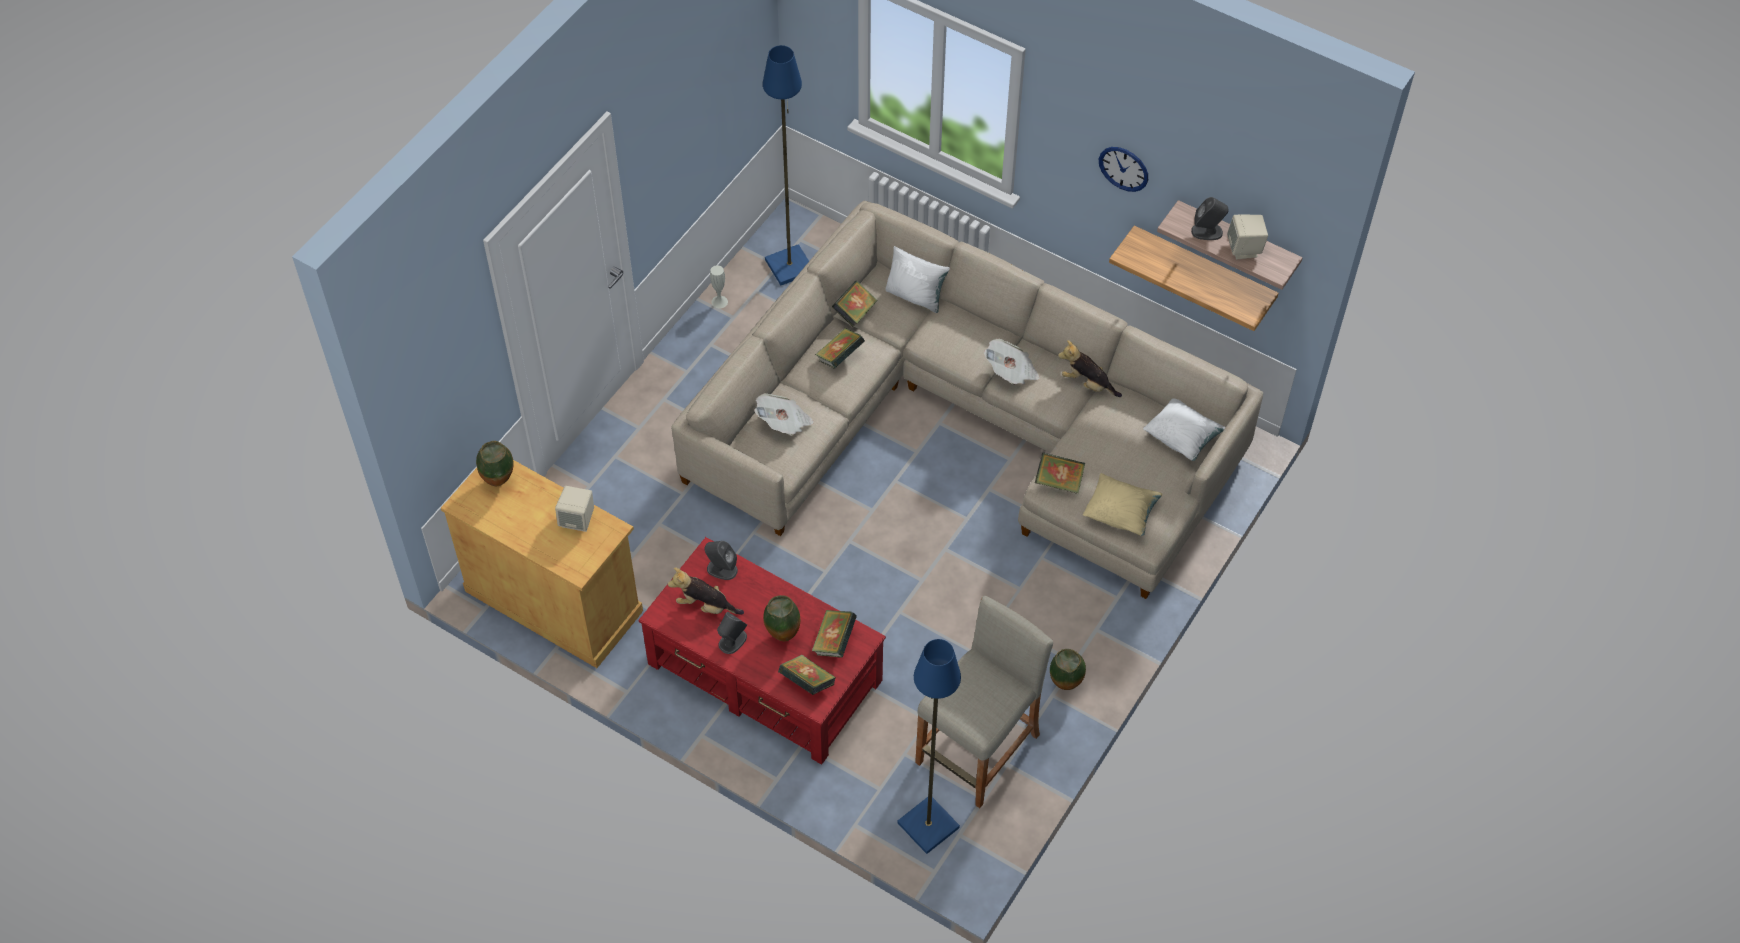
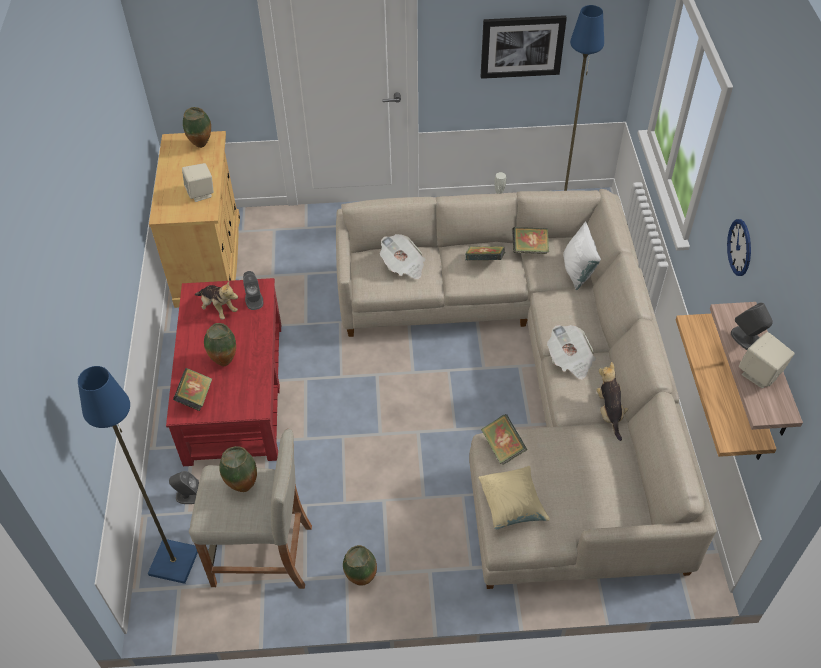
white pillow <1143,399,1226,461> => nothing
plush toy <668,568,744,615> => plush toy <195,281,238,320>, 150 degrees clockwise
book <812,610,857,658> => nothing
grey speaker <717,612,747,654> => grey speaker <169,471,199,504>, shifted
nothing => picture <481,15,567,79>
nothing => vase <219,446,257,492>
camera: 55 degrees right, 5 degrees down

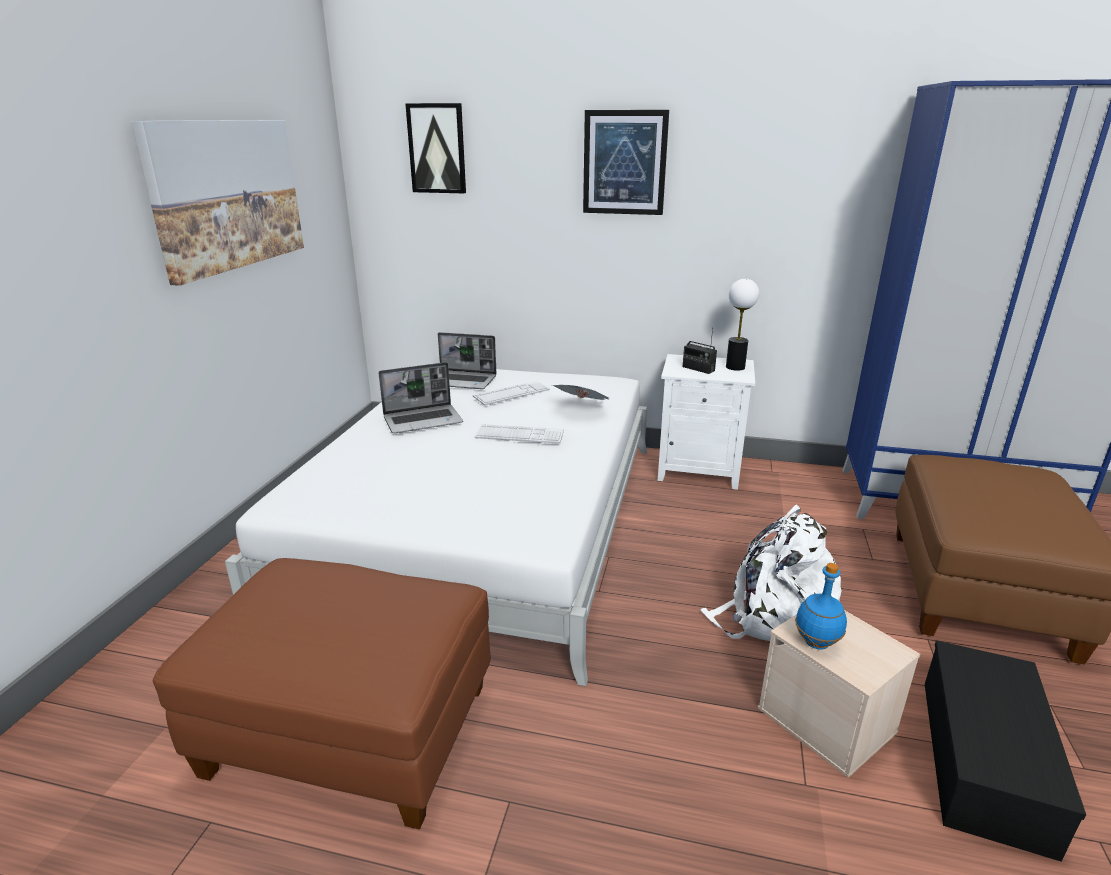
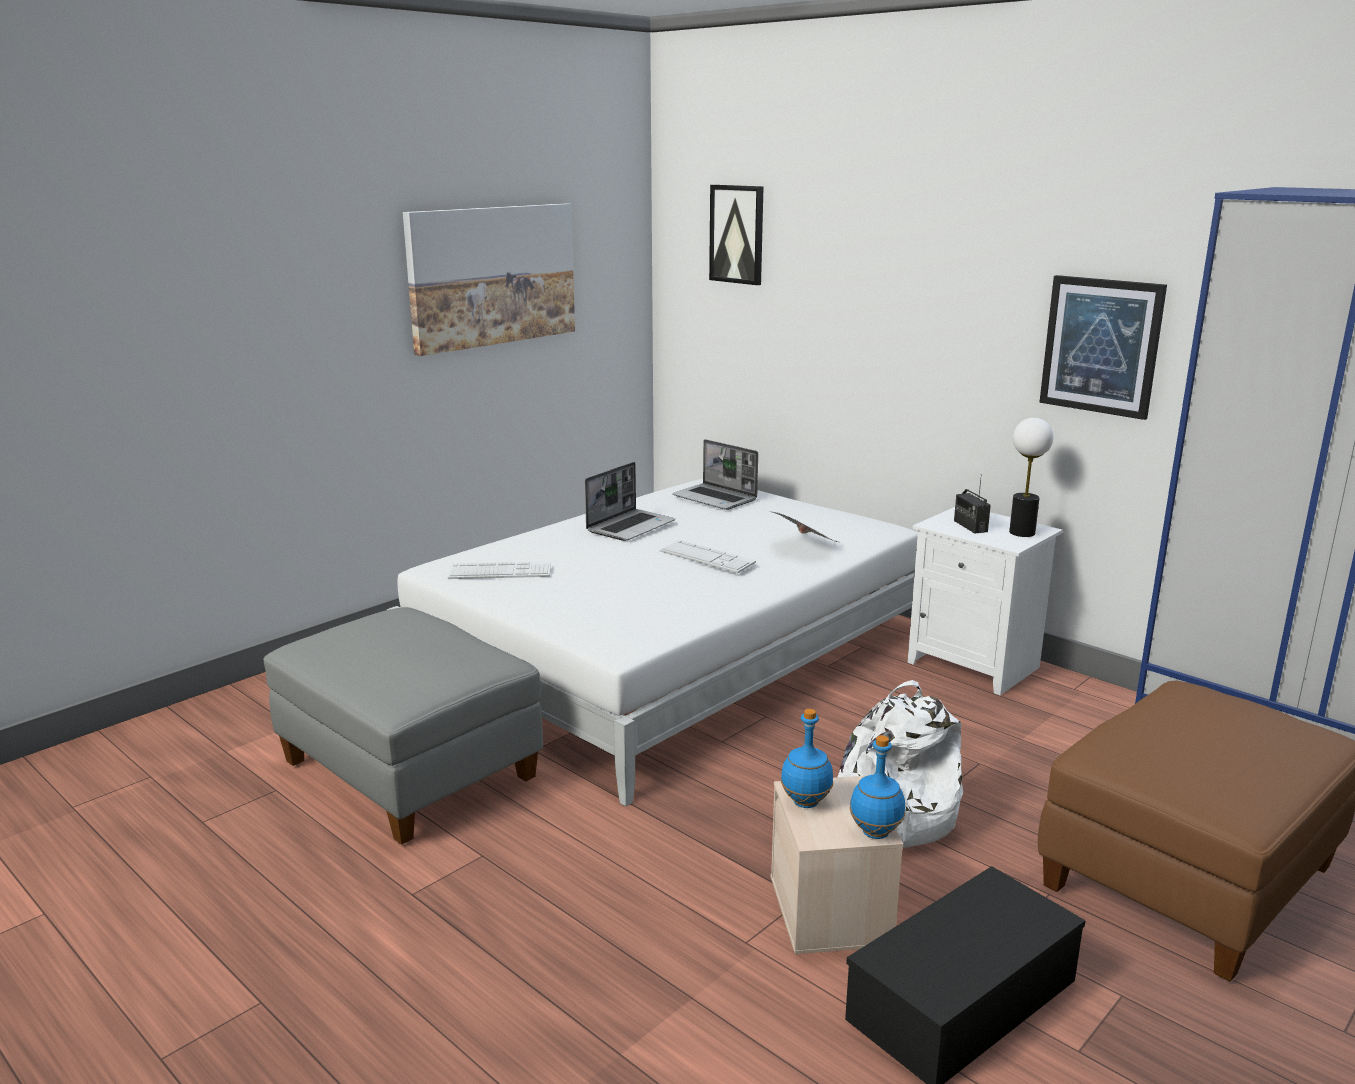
picture <583,110,669,215> => picture <1039,275,1167,420>, shifted
laptop <379,362,463,433> => laptop <585,462,675,541>, 60 degrees counterclockwise
keyboard <473,381,550,406> => keyboard <448,562,551,579>, shifted
brown ottoman <153,558,491,830> => grey ottoman <264,607,543,845>
nothing => blue bottle <850,735,905,839>
camera: 30 degrees right, 5 degrees down

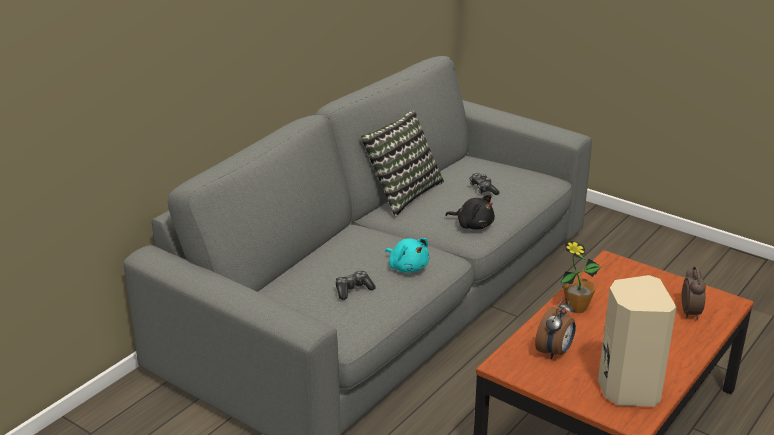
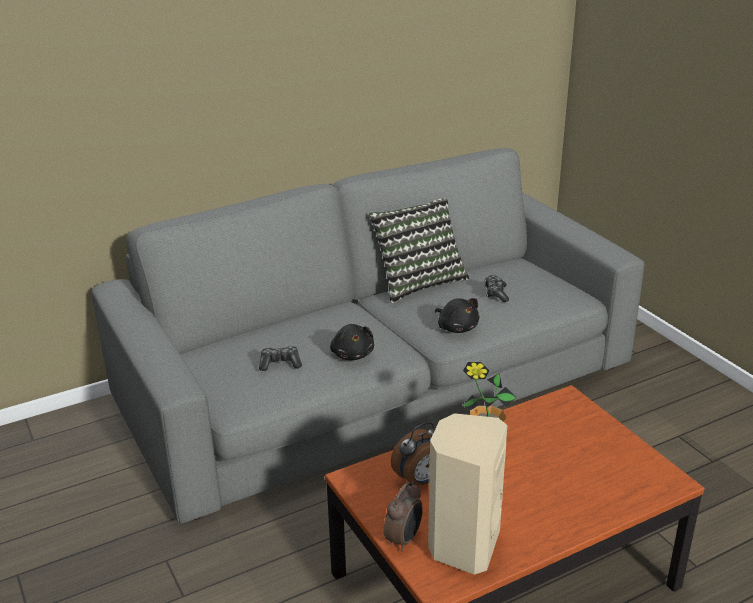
turquoise plush toy <385,238,429,273> => black plush toy <330,324,374,360>
alarm clock <682,266,706,320> => alarm clock <384,481,423,552>, shifted
camera: 25 degrees right, 0 degrees up

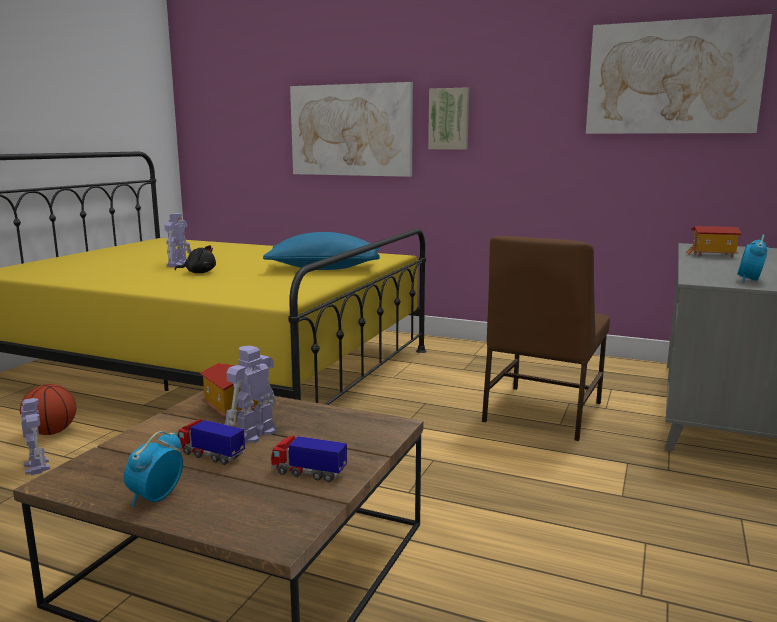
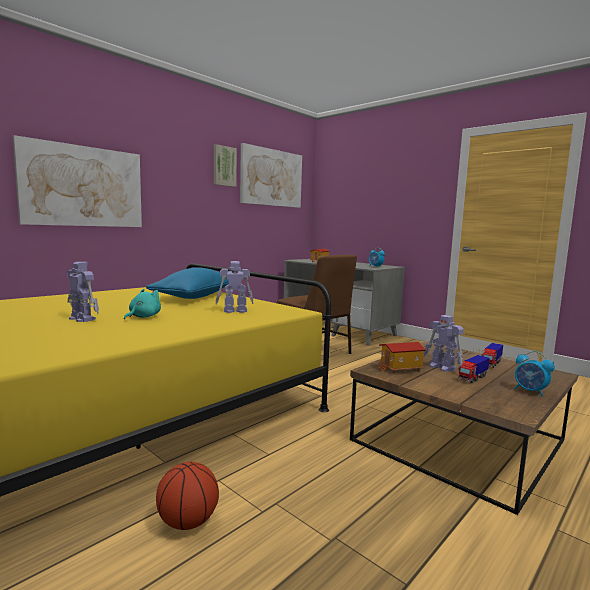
picture <428,87,469,150> => picture <214,144,237,187>, shifted
black plush toy <175,245,216,273> => turquoise plush toy <124,289,161,319>
toy robot <21,398,50,475> => toy robot <215,261,253,313>, shifted
camera: 70 degrees left, 5 degrees down

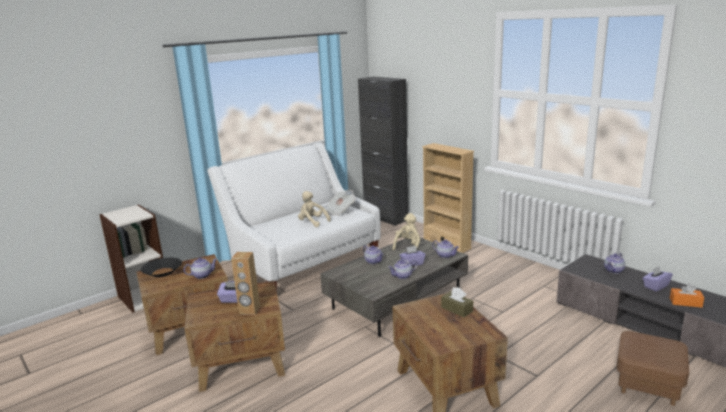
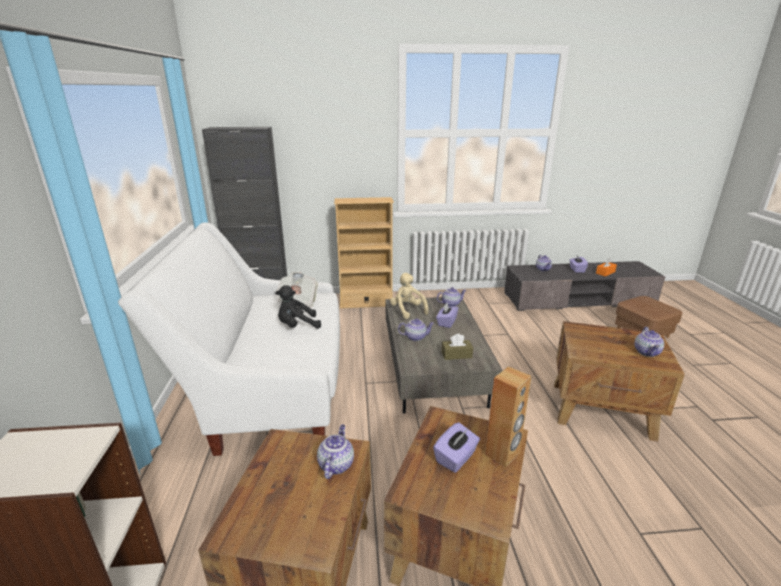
beige plush toy <298,191,331,227> => black plush toy <275,285,321,329>
black bowl <141,257,182,277> => nothing
teapot <388,259,417,279> => teapot <634,327,664,357>, shifted
brown tissue box <441,287,473,318> => brown tissue box <442,333,473,360>, shifted
camera: 55 degrees left, 5 degrees up

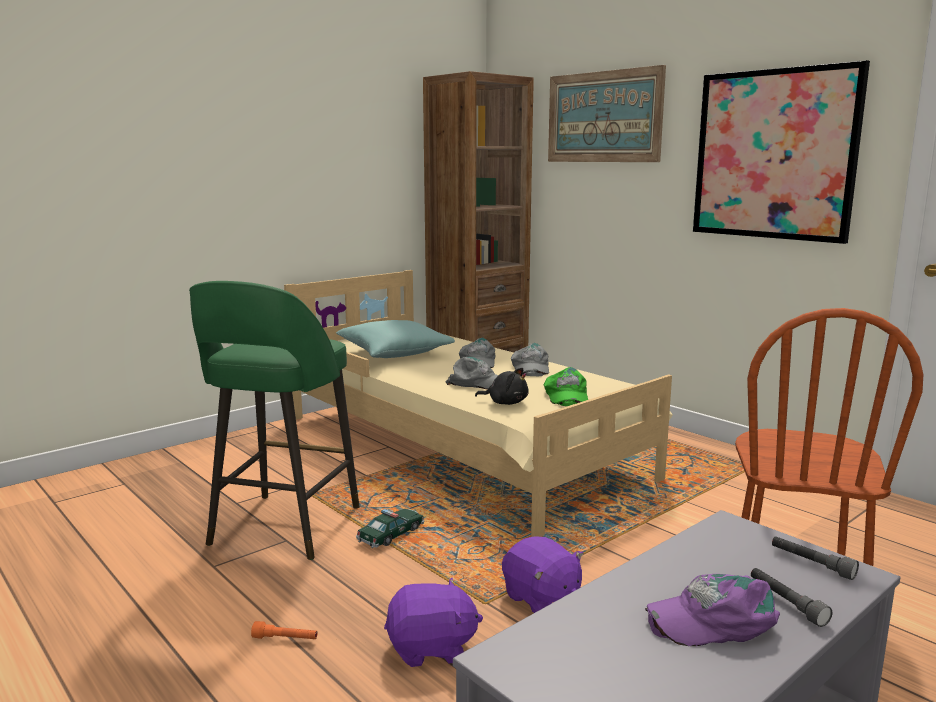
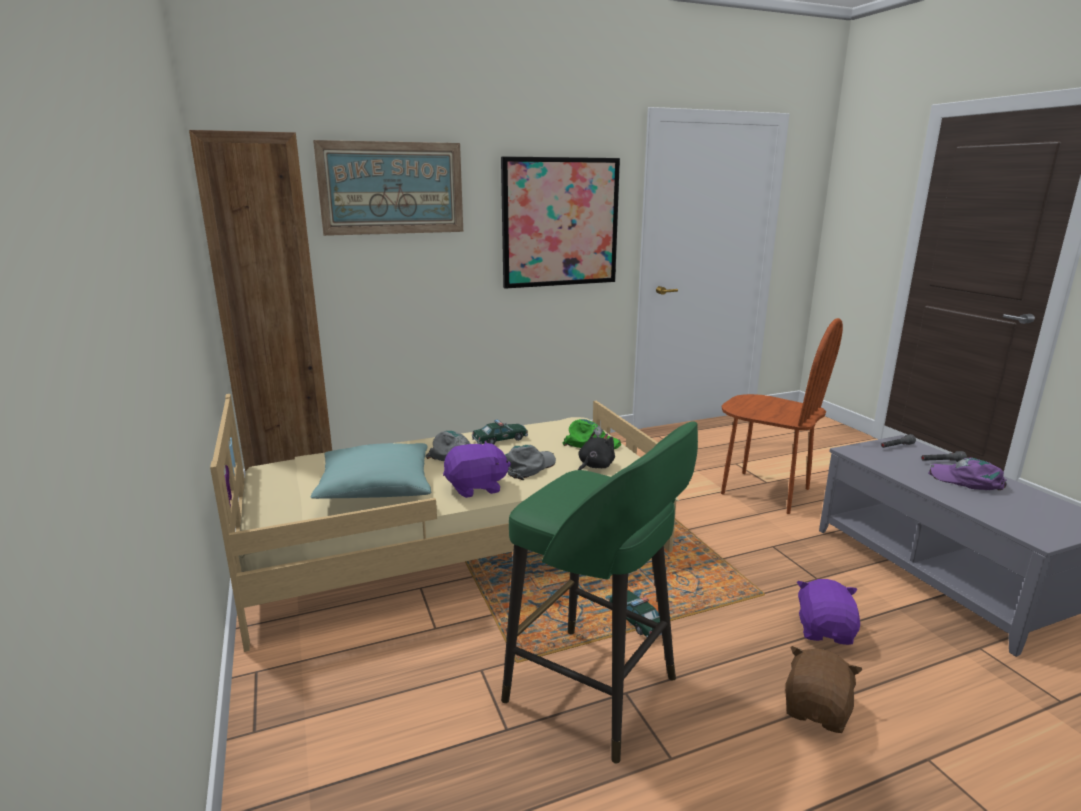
grey cap <511,343,549,376> => toy car <472,419,528,445>
purple plush toy <502,536,584,613> => purple plush toy <443,441,511,498>, shifted
purple cap <645,574,780,646> => purple cap <928,458,1007,490>, 120 degrees clockwise
orange flashlight <251,621,317,639> => brown plush toy <785,646,862,733>
camera: 70 degrees left, 5 degrees up

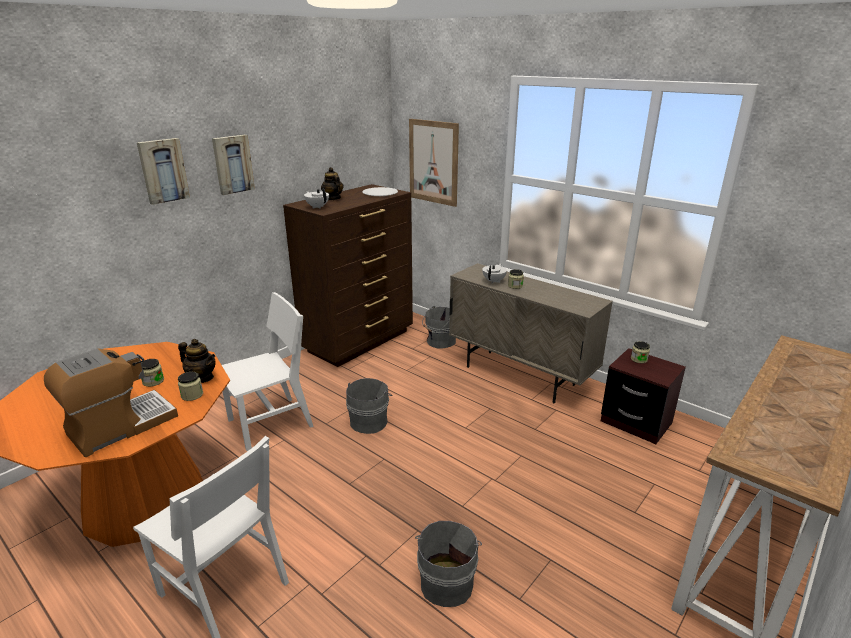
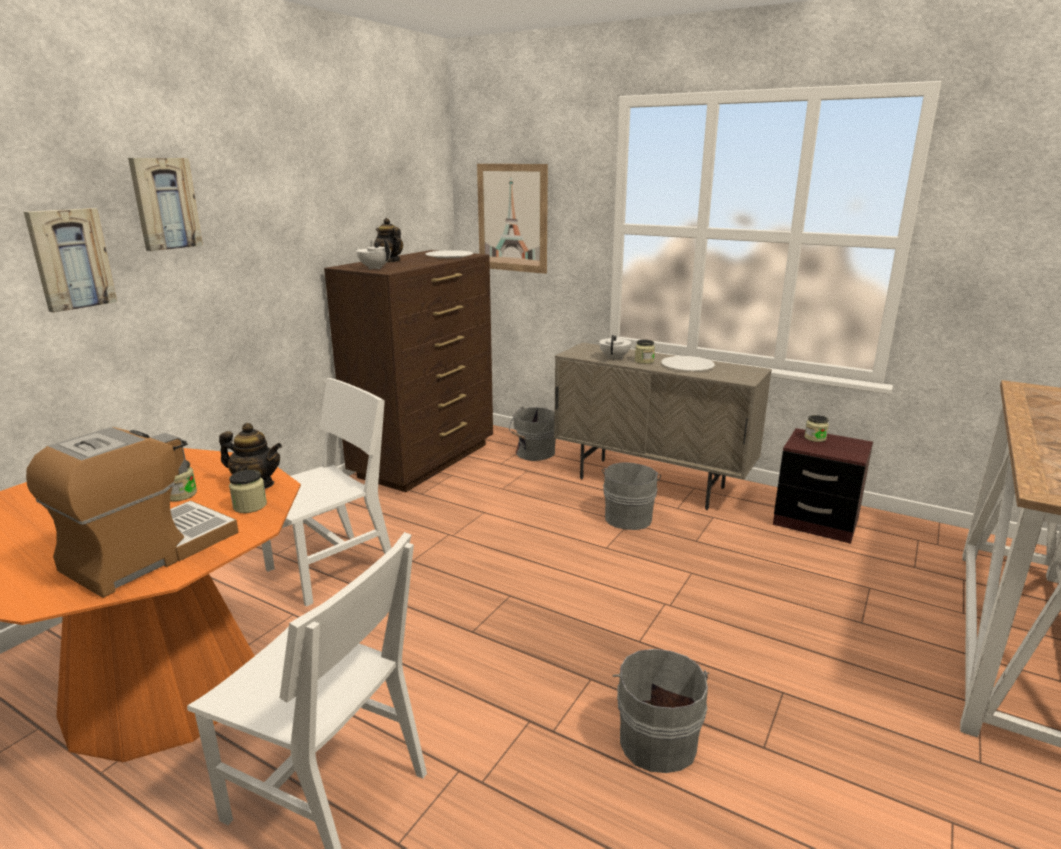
picture <212,135,255,195> => picture <24,208,117,313>, shifted
grey bucket <346,378,393,434> => grey bucket <602,462,661,530>, shifted
nothing => white plate <661,356,715,371>
camera: 10 degrees left, 5 degrees down

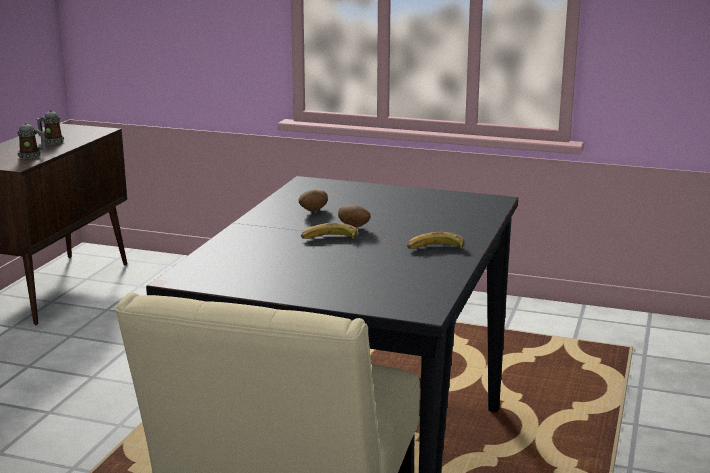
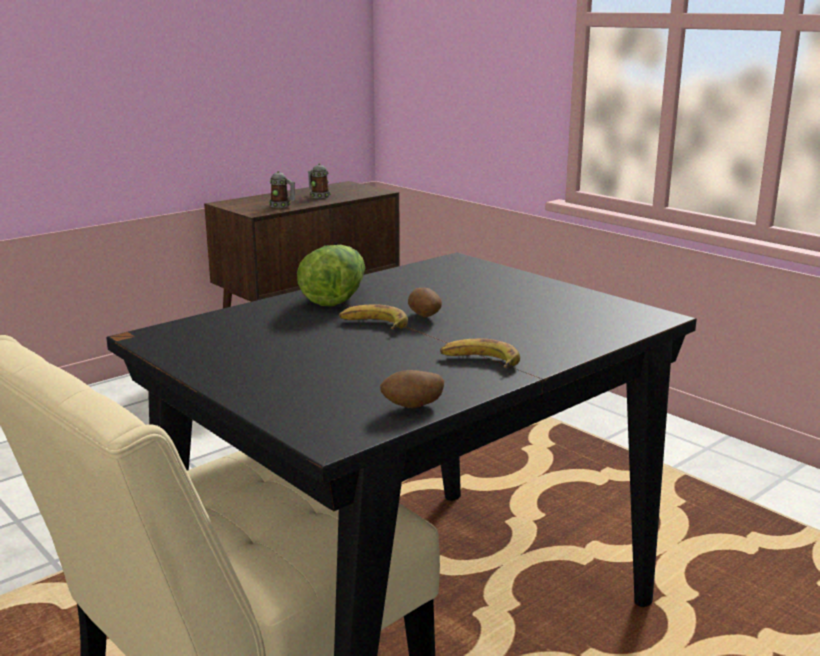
potato <299,190,328,212> => potato <380,370,444,408>, shifted
nothing => lettuce <297,245,365,306>
camera: 30 degrees right, 0 degrees up

